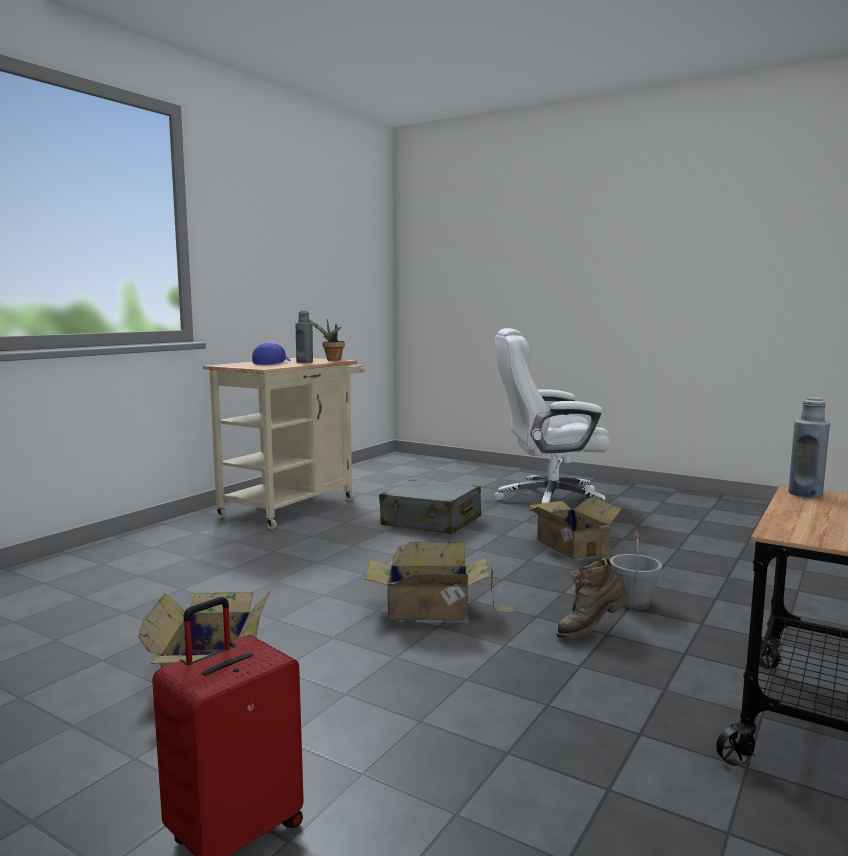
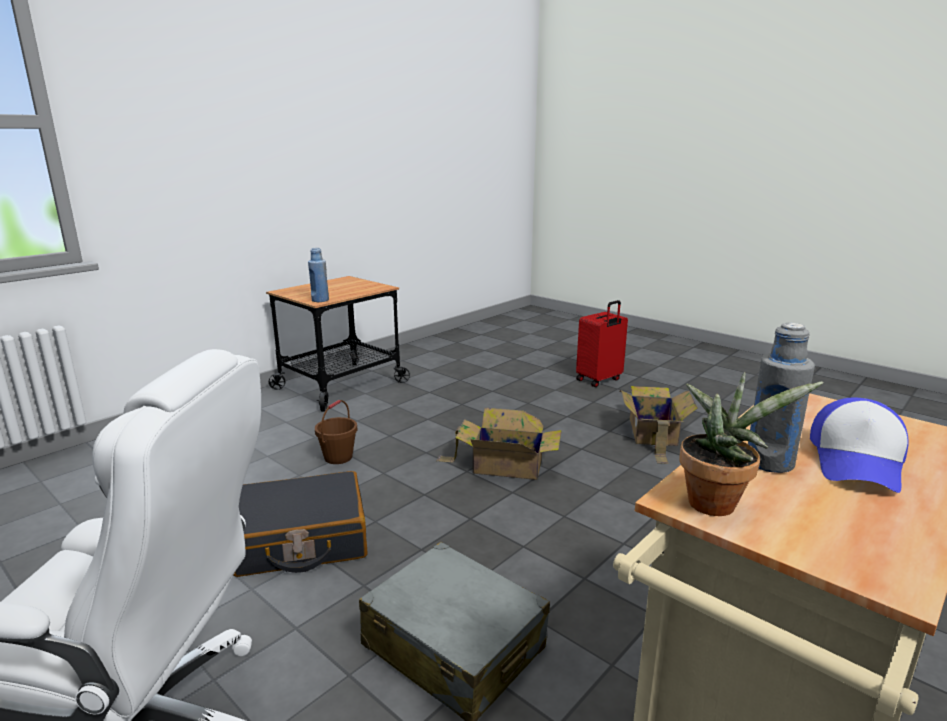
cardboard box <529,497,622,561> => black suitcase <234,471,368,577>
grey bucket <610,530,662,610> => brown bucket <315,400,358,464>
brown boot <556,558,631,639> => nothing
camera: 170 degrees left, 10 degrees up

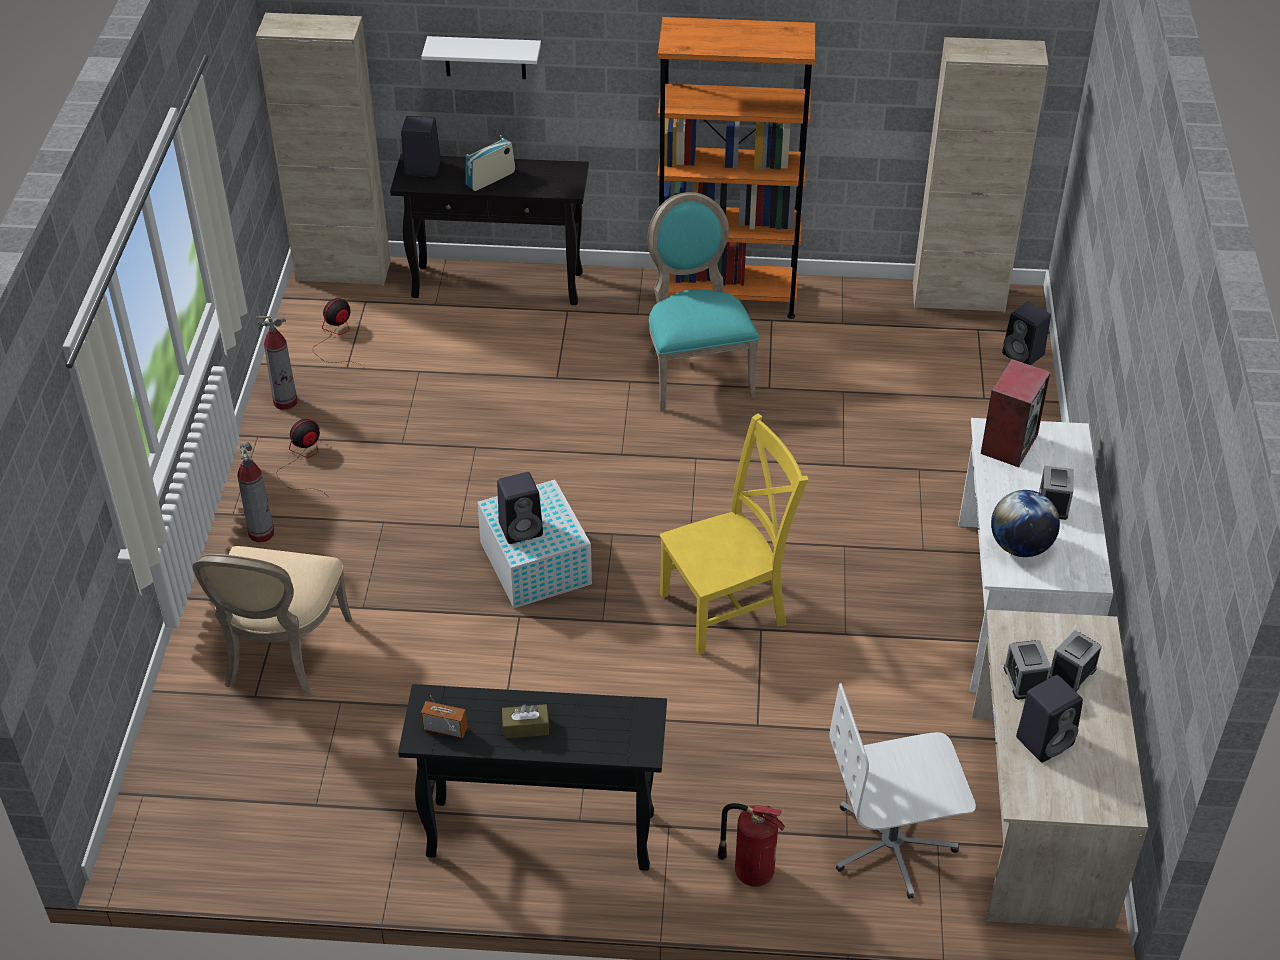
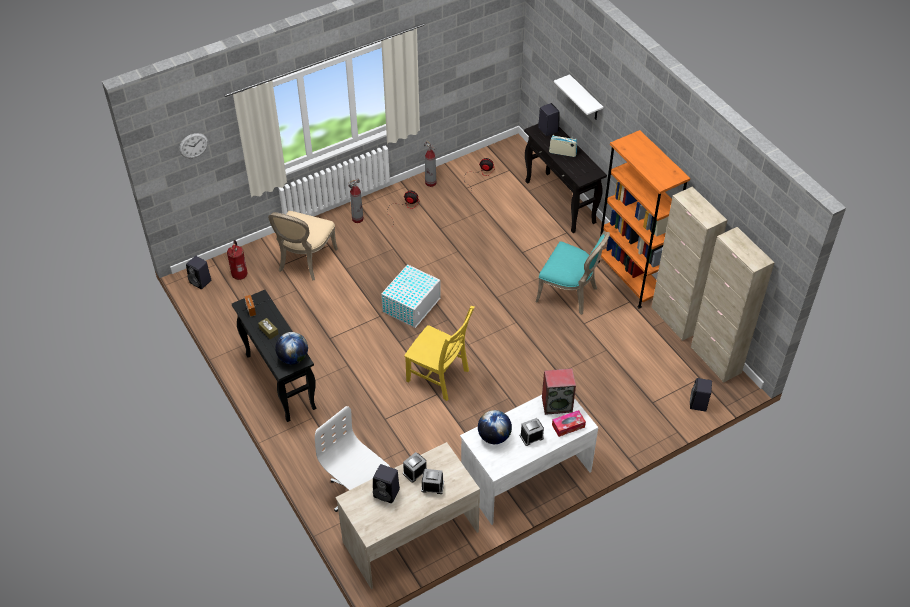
beige cabinet <256,13,390,286> => beige cabinet <651,186,727,341>, shifted
turquoise chair <648,192,759,412> => turquoise chair <536,231,610,315>, 75 degrees clockwise
black speaker <497,472,543,544> => black speaker <186,256,211,289>, shifted
beige chair <193,546,352,698> => beige chair <268,211,338,280>, 45 degrees counterclockwise
fire extinguisher <717,803,785,886> => fire extinguisher <227,240,247,280>, shifted
nothing => wall clock <179,133,208,158>
nothing => globe <275,332,308,364>
nothing => tissue box <552,410,586,437>
camera: 55 degrees right, 5 degrees up

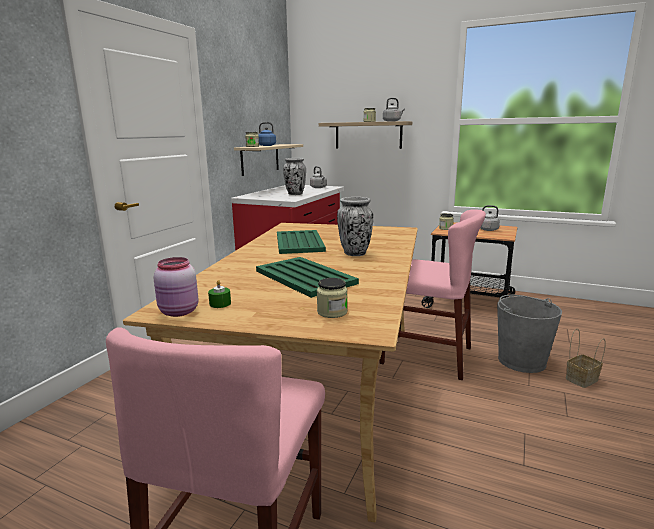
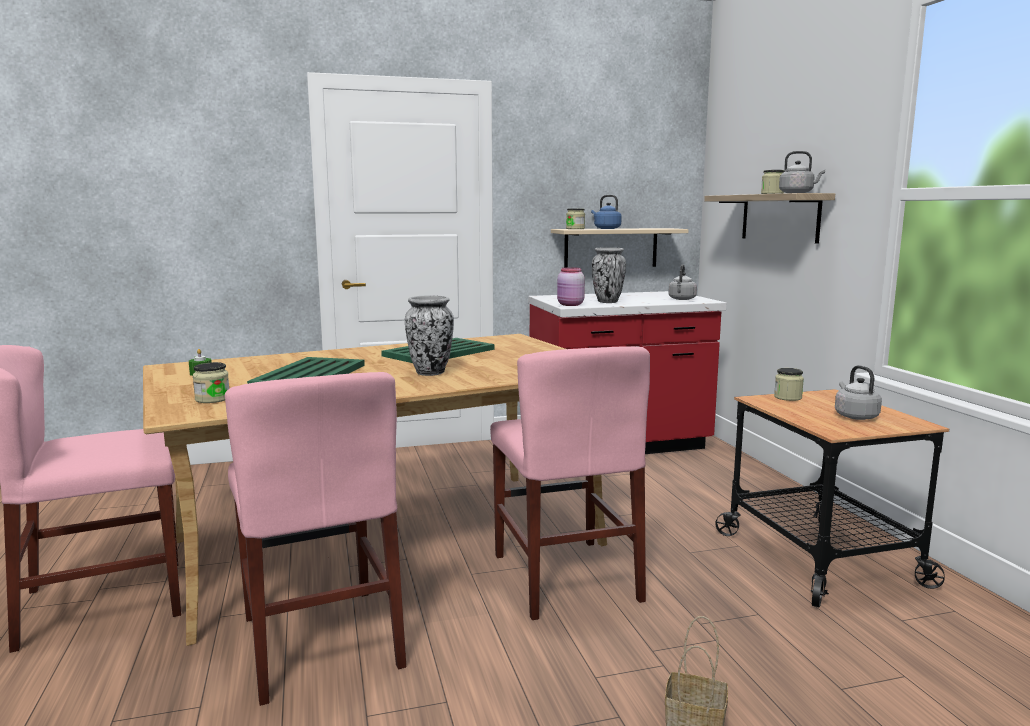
pink jar <154,257,199,317> => pink jar <557,267,585,306>, shifted
grey bucket <497,295,562,373> => nothing
nothing => pink chair <225,372,406,706>
camera: 50 degrees right, 5 degrees down

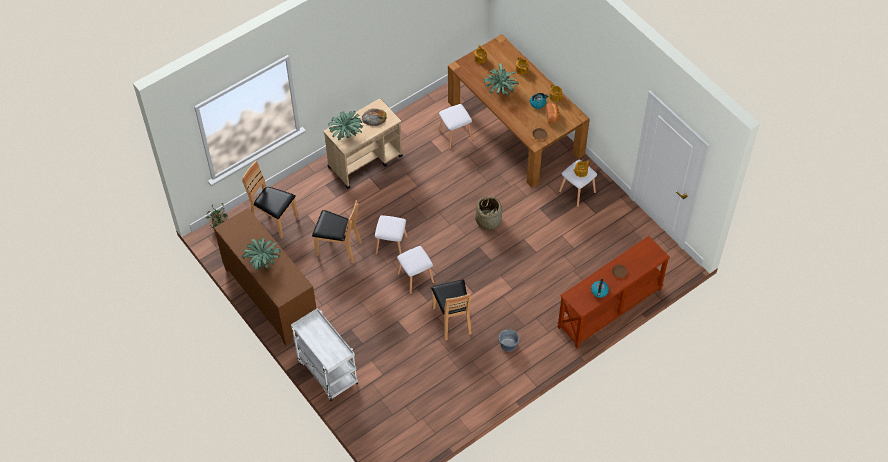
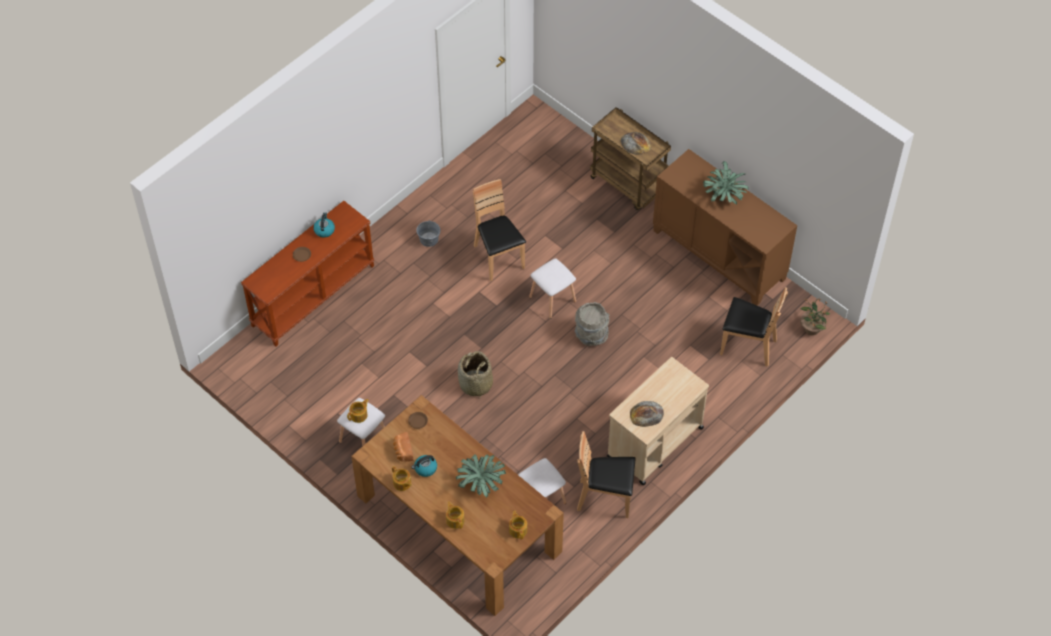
potted plant <328,111,363,140> => nothing
brown chair <312,200,362,263> => brown chair <577,431,635,518>, shifted
white stool <375,215,407,255> => grey bucket <575,302,609,346>
white cart <291,308,358,401> => brown cart <590,107,671,210>
nothing => bread <621,132,652,155>
camera: 170 degrees right, 0 degrees up

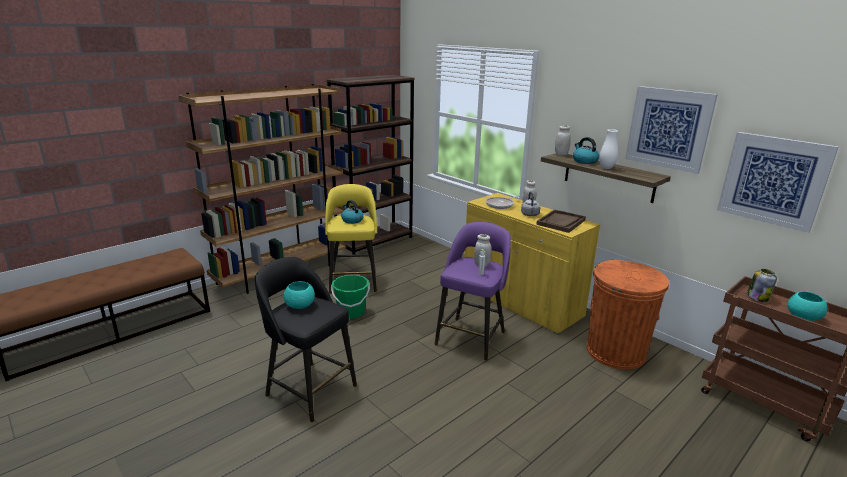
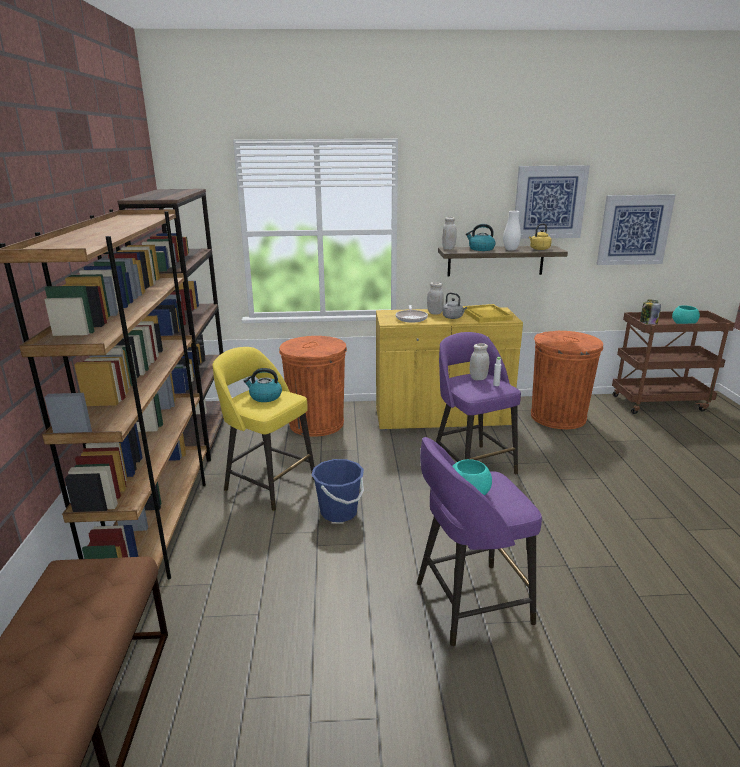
brown tray <536,209,586,233> => yellow tray <463,304,513,323>
black stool <255,257,357,422> => purple stool <417,437,542,646>
green bucket <331,275,370,319> => blue bucket <312,459,364,522>
nothing => yellow kettle <529,223,552,250>
nothing => orange trash can <279,336,347,437>
camera: 50 degrees left, 0 degrees up

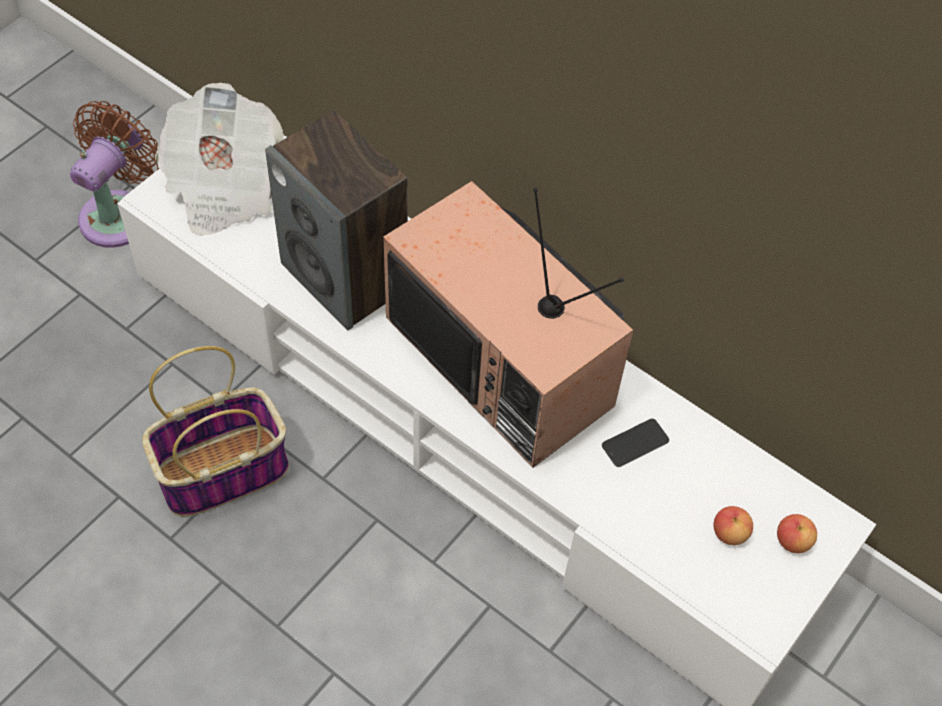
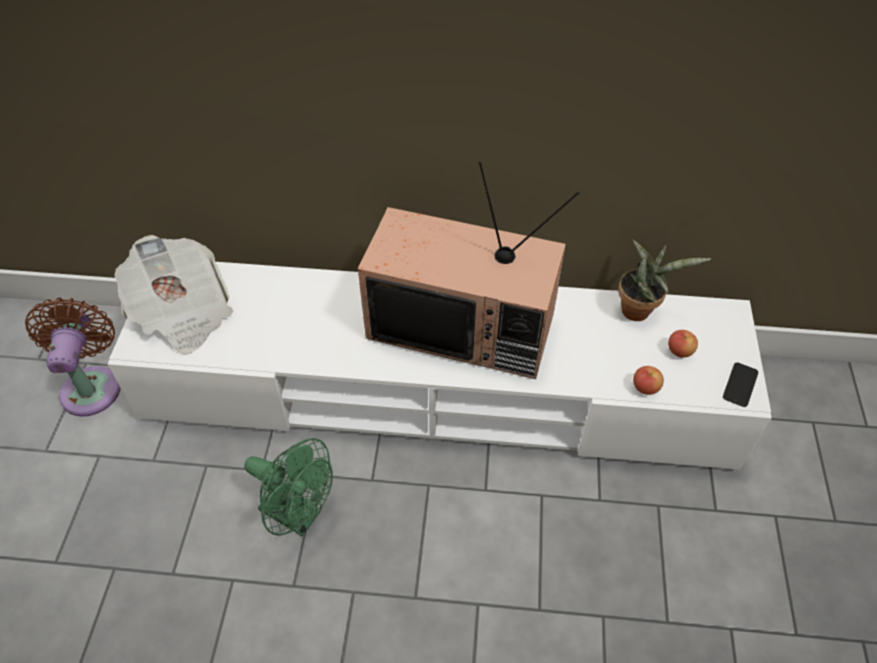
speaker <265,111,408,330> => nothing
basket <142,346,289,517> => green fan <244,438,333,536>
phone <602,419,669,467> => phone <723,363,758,407>, shifted
apple <777,514,817,553> => apple <633,366,664,395>, shifted
nothing => potted plant <618,240,711,321>
camera: 30 degrees left, 5 degrees down

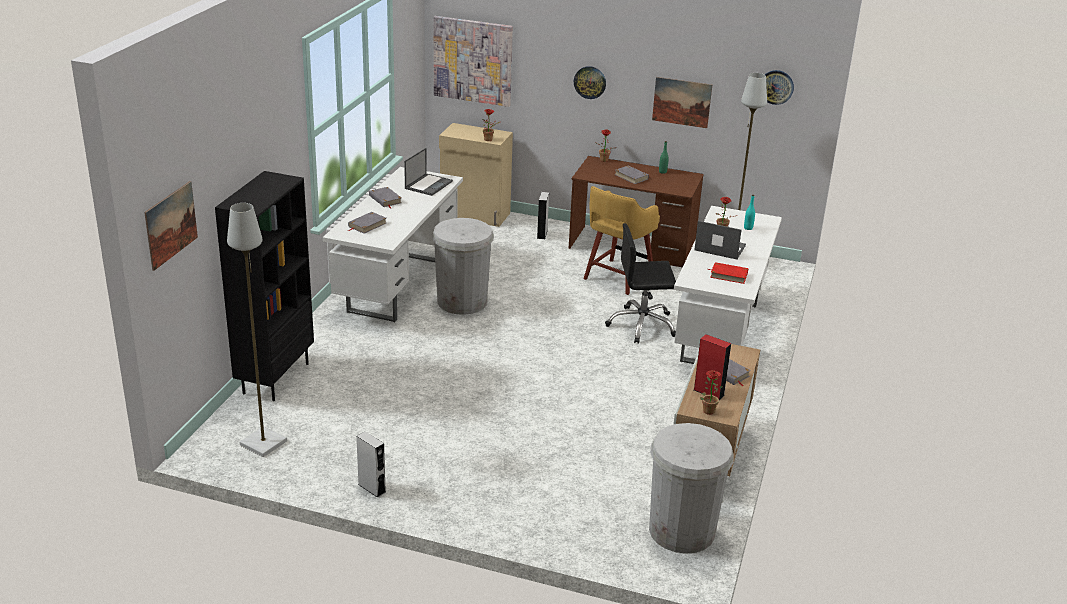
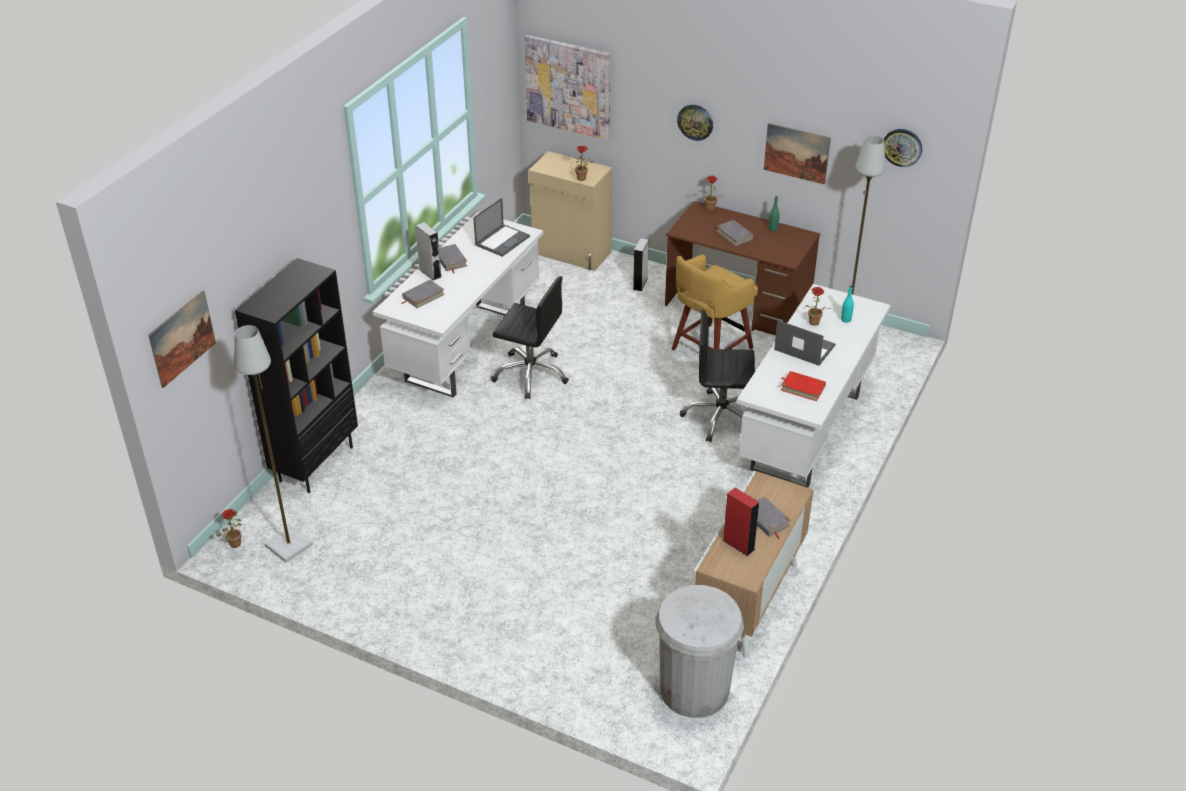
white trash can <432,218,494,315> => black office chair <491,276,569,399>
potted plant <700,370,723,415> => potted plant <216,509,242,548>, shifted
grey speaker <356,432,386,498> => grey speaker <415,222,441,281>, shifted
camera: 10 degrees right, 10 degrees up

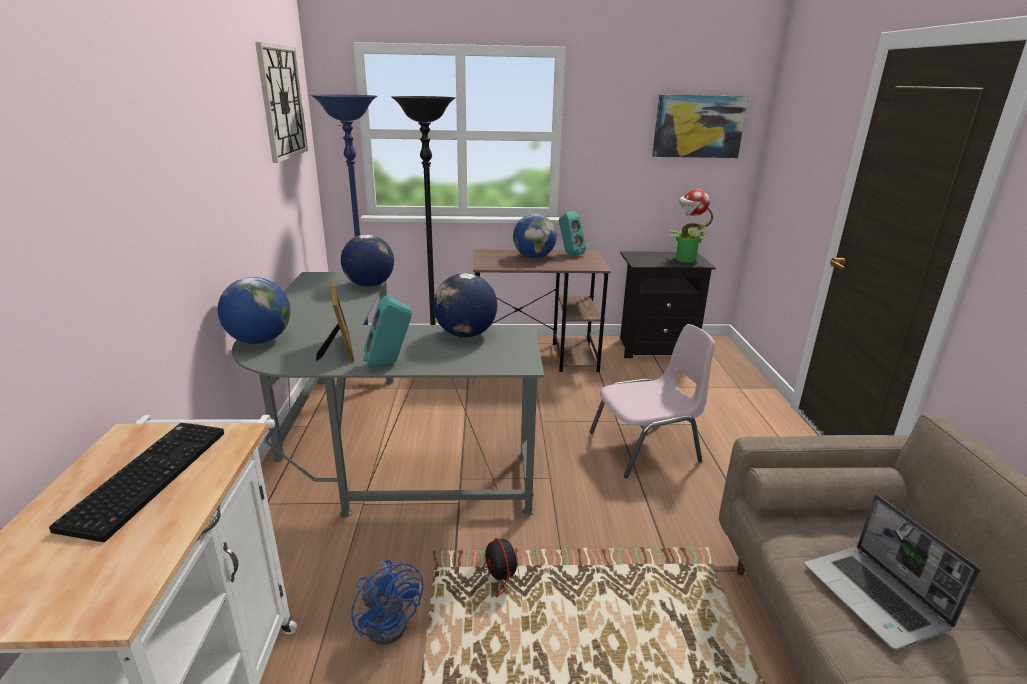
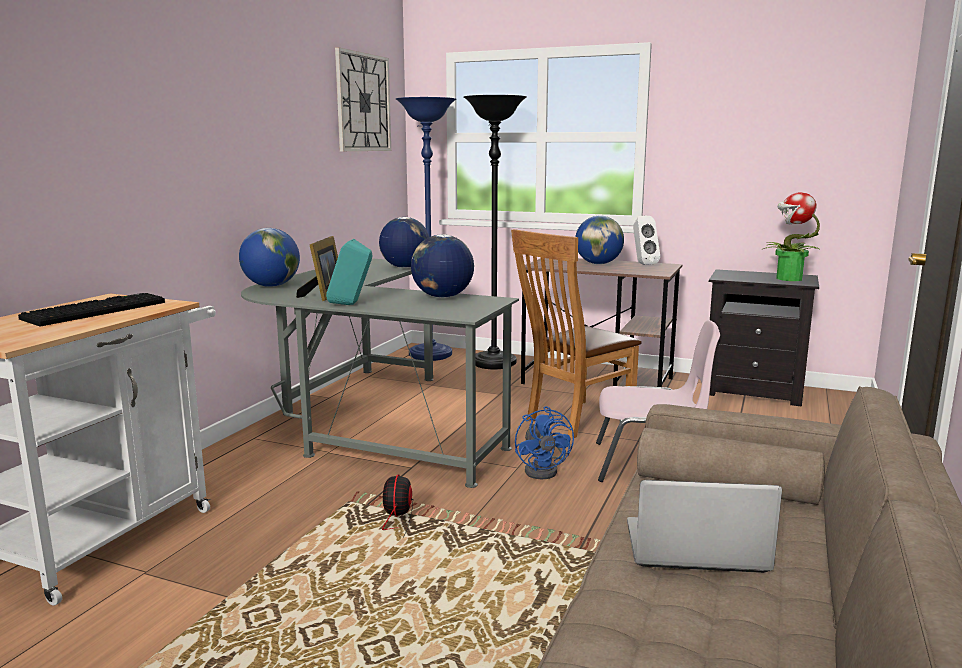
picture <652,95,748,158> => nothing
turquoise speaker <559,211,586,256> => white speaker <633,216,660,265>
laptop <804,495,980,650> => laptop <627,480,782,573>, 90 degrees clockwise
blue fan <351,559,424,645> => blue fan <515,406,574,479>, shifted
nothing => brown chair <511,229,642,439>
camera: 25 degrees right, 10 degrees down

